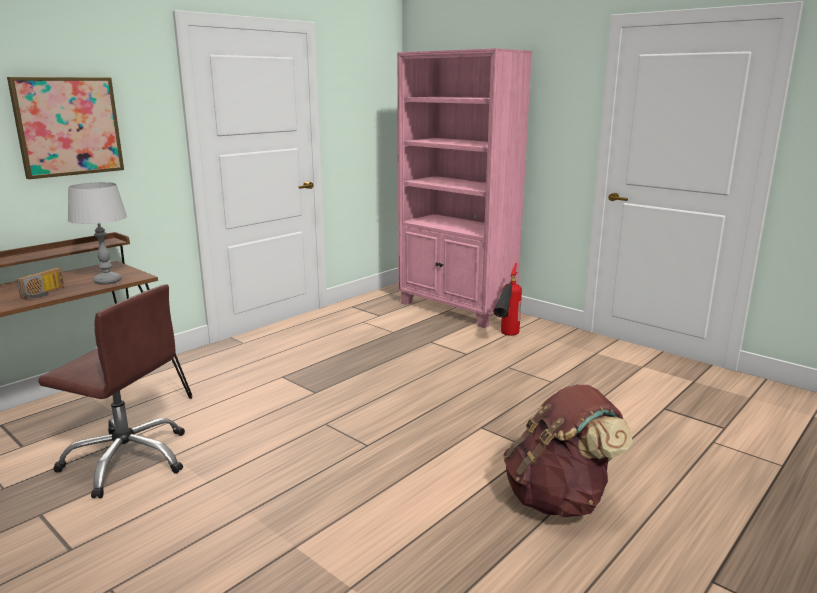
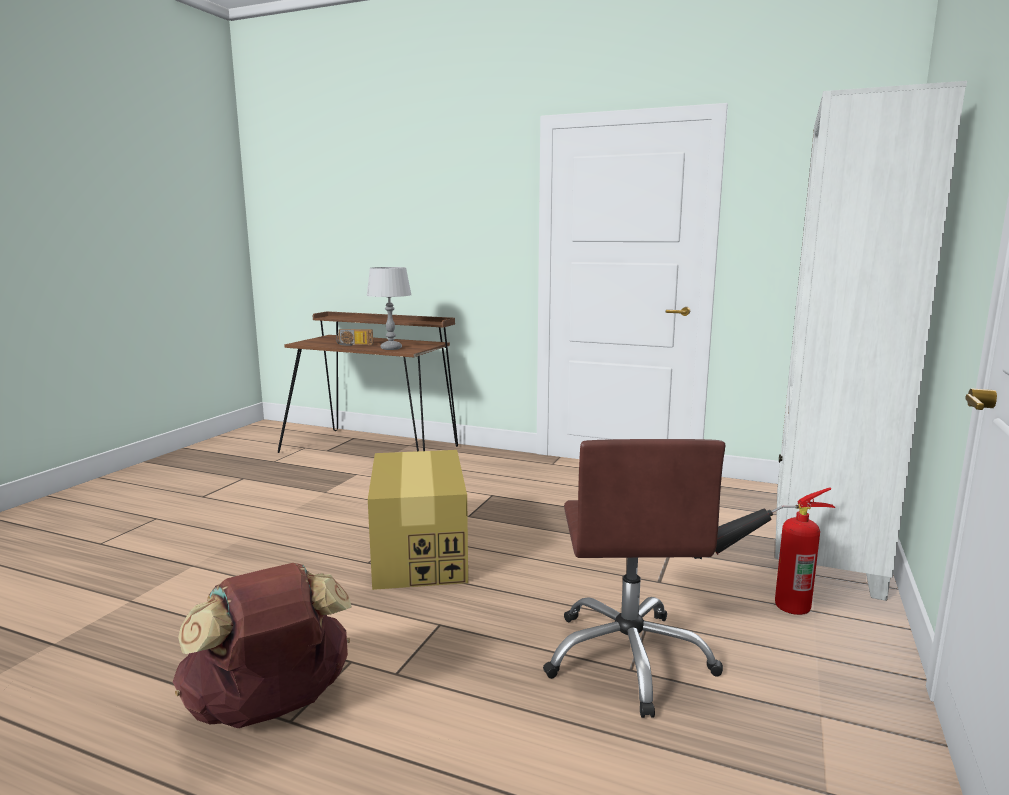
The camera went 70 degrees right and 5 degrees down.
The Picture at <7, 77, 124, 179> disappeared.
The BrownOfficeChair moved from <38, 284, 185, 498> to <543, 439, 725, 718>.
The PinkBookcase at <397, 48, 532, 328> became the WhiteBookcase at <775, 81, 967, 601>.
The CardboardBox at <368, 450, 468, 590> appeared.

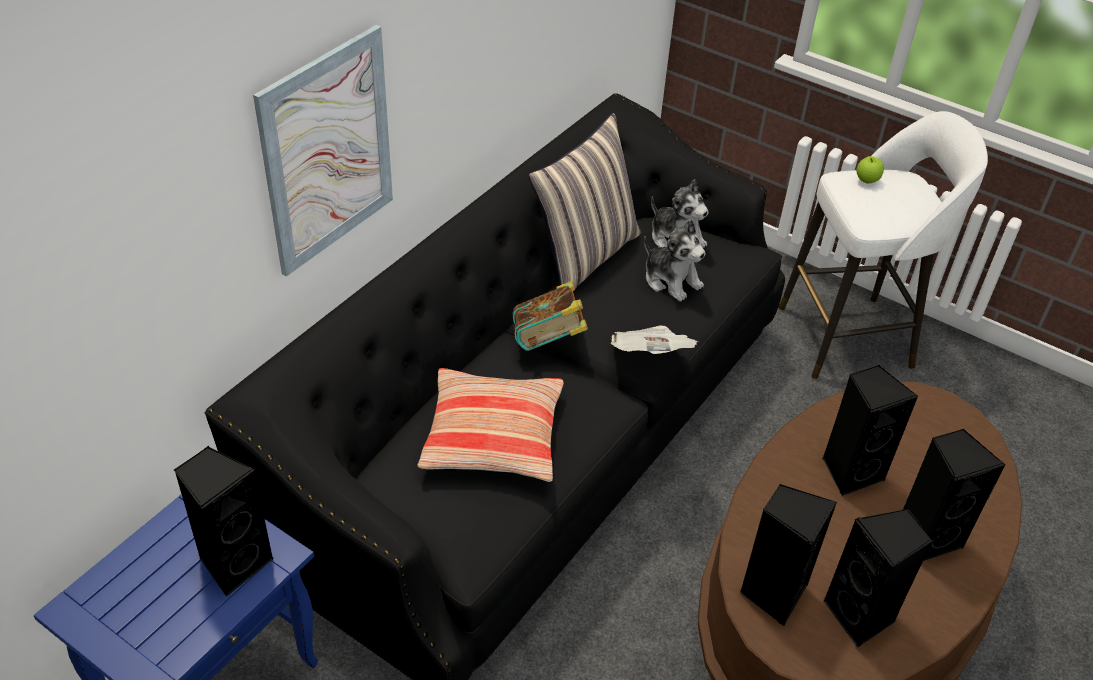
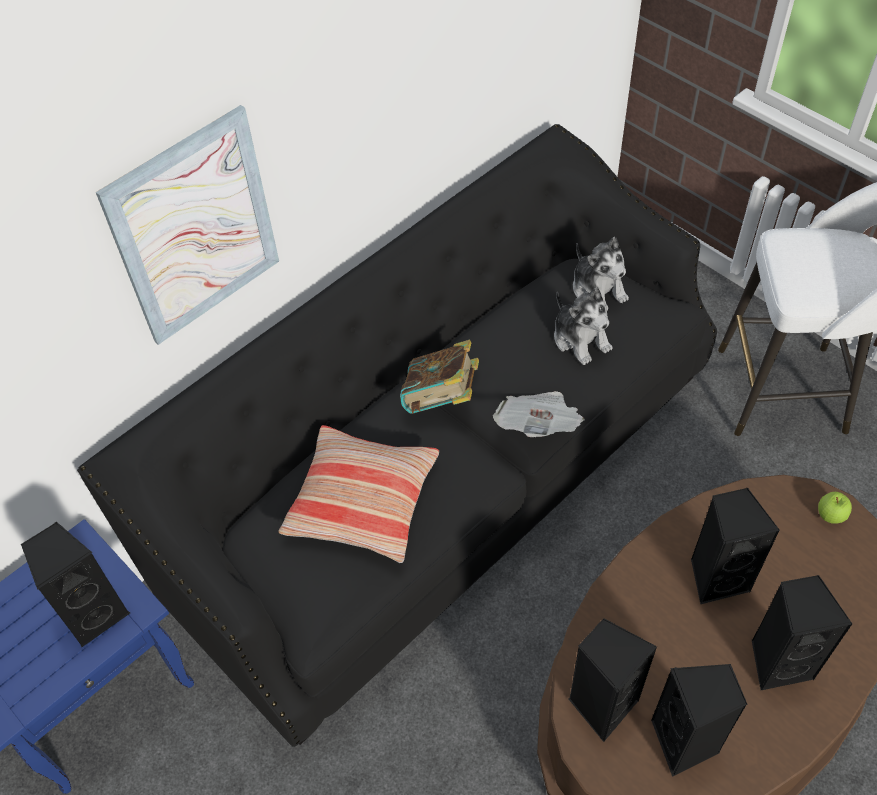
The camera went 15 degrees right and 10 degrees up.
The Pillow at <529, 113, 641, 289> disappeared.
The Apple moved from <856, 156, 884, 184> to <818, 492, 852, 524>.

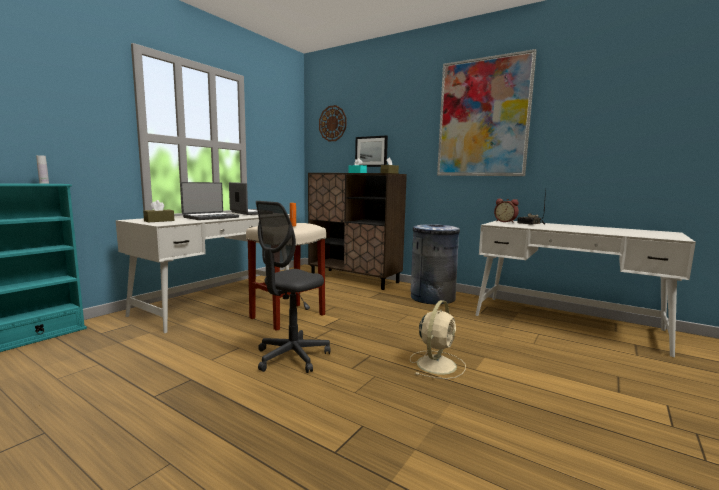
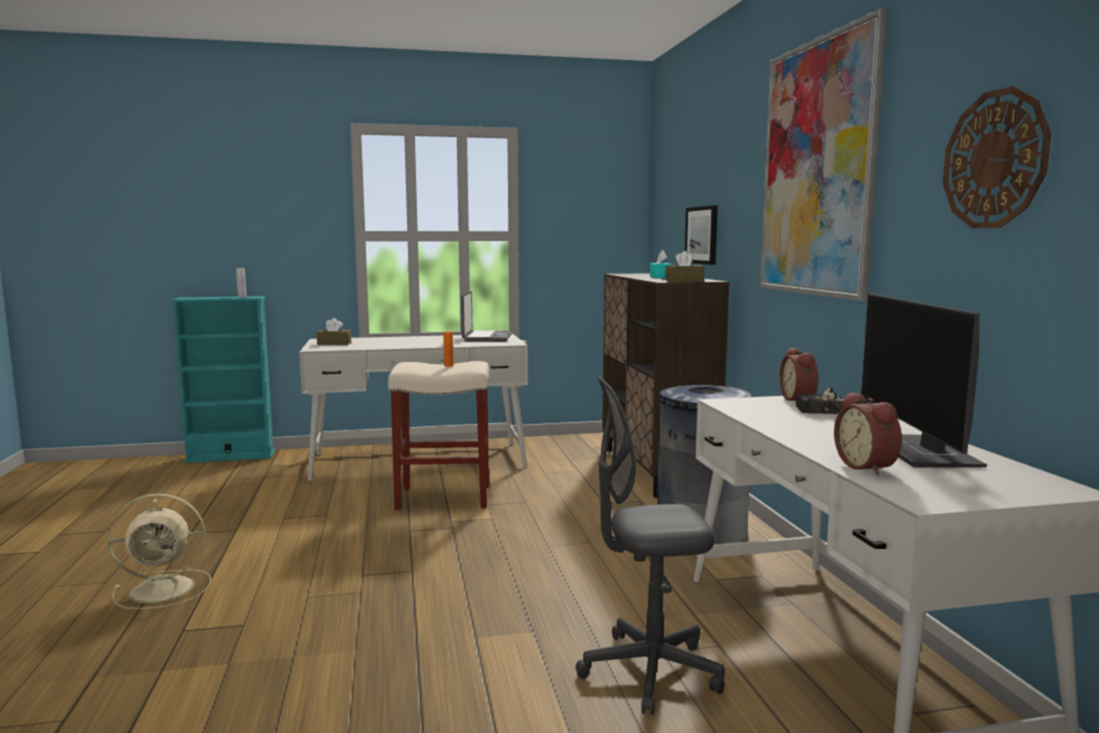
The camera went 45 degrees right and 0 degrees up.
The Laptop at <180, 182, 239, 220> disappeared.
The GreyOfficeChair moved from <256, 201, 330, 373> to <576, 376, 725, 715>.
The WallClock moved from <319, 105, 346, 141> to <943, 86, 1051, 228>.
The BeigeFan moved from <410, 300, 466, 379> to <107, 494, 211, 609>.
The AlarmClock at <834, 392, 902, 475> appeared.
The Monitor at <861, 294, 987, 468> appeared.

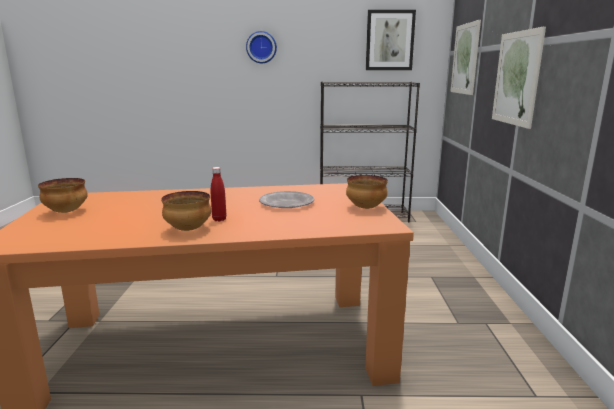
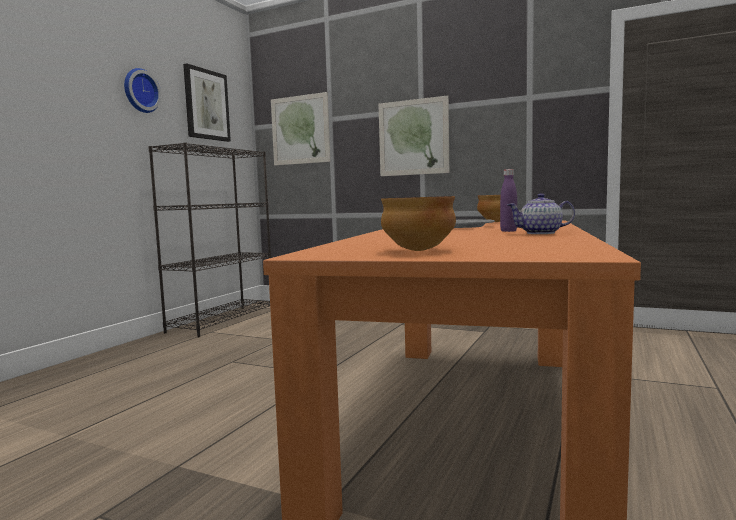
The camera went 65 degrees left and 10 degrees down.
The Bowl at <161, 191, 211, 231> was replaced by the Teapot at <507, 193, 575, 234>.
The RedBottle at <211, 167, 226, 221> became the PurpleBottle at <500, 169, 517, 232>.
The WallClock moved from <246, 31, 277, 63> to <124, 68, 161, 113>.

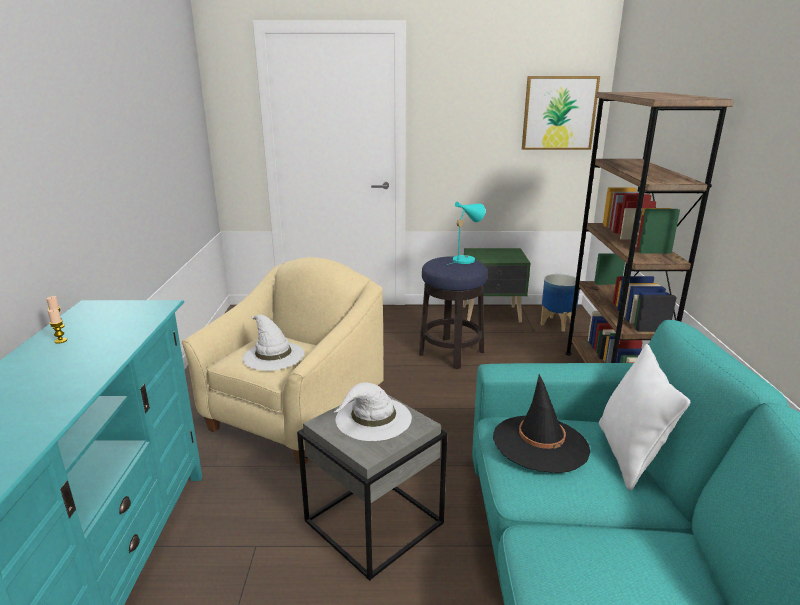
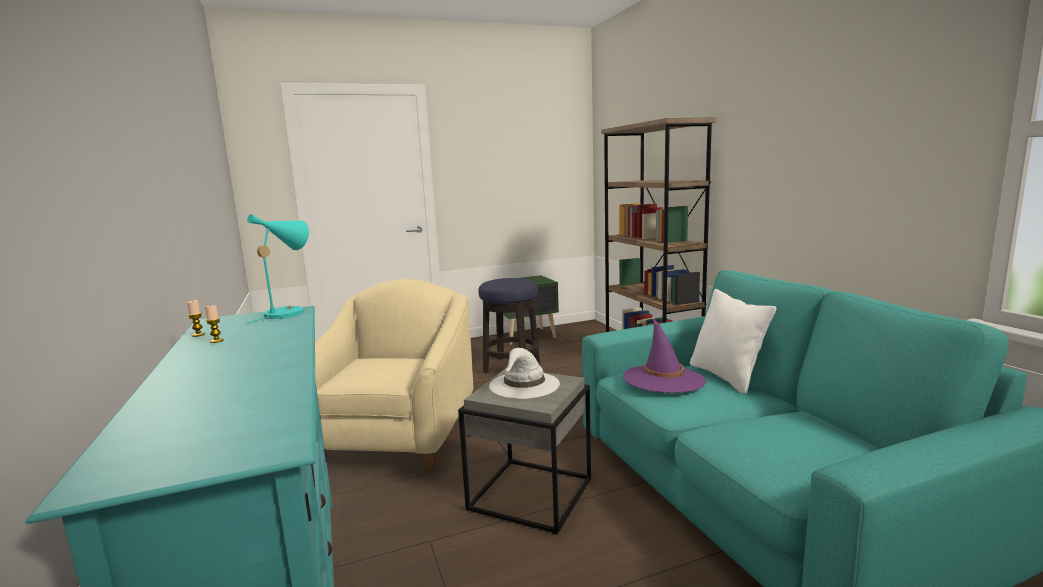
The camera went 20 degrees left and 10 degrees down.
The WhiteHat at <242, 314, 304, 371> disappeared.
The TurquoiseTableLamp moved from <447, 202, 485, 265> to <246, 214, 309, 324>.
The BlackHat at <493, 374, 590, 473> became the PurpleHat at <622, 319, 706, 393>.
The Picture at <522, 76, 600, 150> disappeared.
The Planter at <540, 274, 580, 331> disappeared.

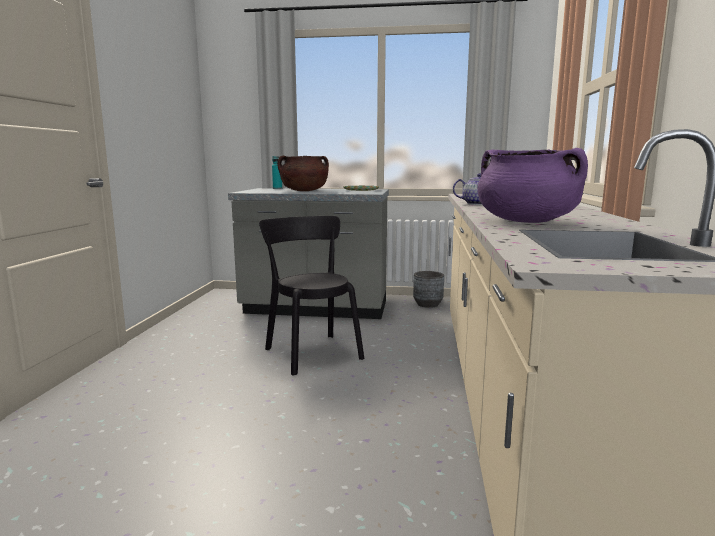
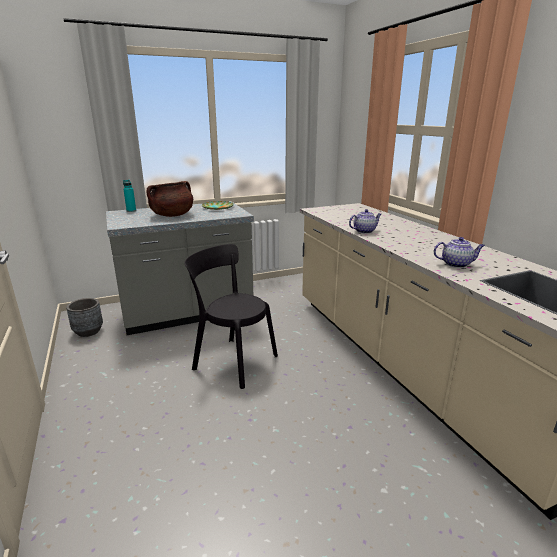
The camera went 30 degrees left and 10 degrees up.
The GreyPlanter moved from <413, 271, 444, 308> to <66, 298, 103, 337>.
The PurpleCookingPot at <477, 148, 588, 223> was replaced by the Teapot at <434, 237, 485, 268>.

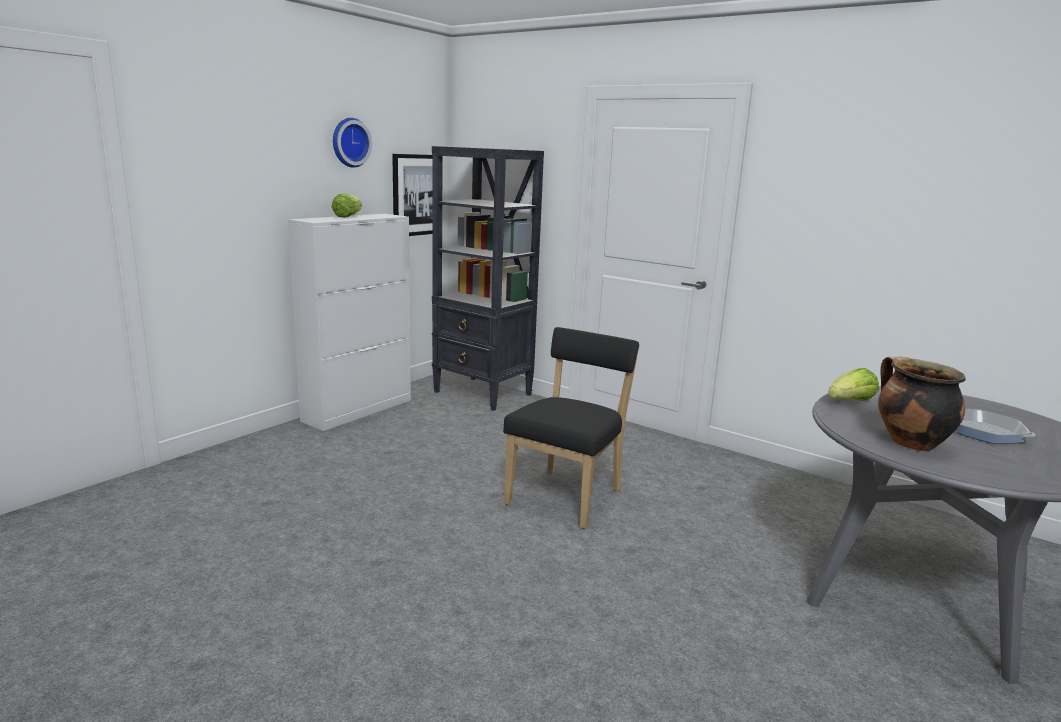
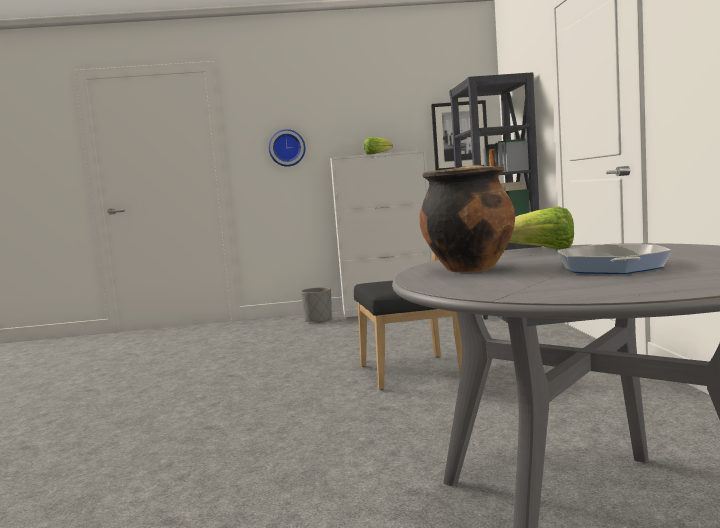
The camera went 50 degrees right and 10 degrees down.
The WallClock moved from <333, 118, 372, 168> to <269, 129, 305, 167>.
The GreyPlanter at <301, 287, 332, 323> appeared.

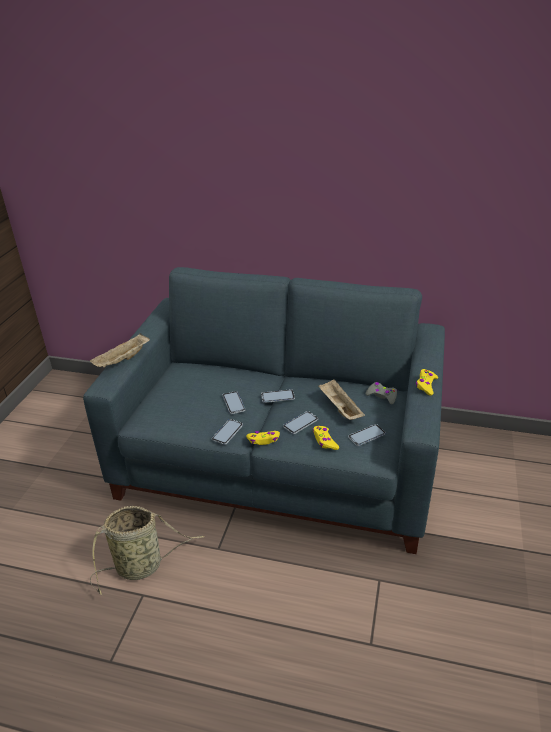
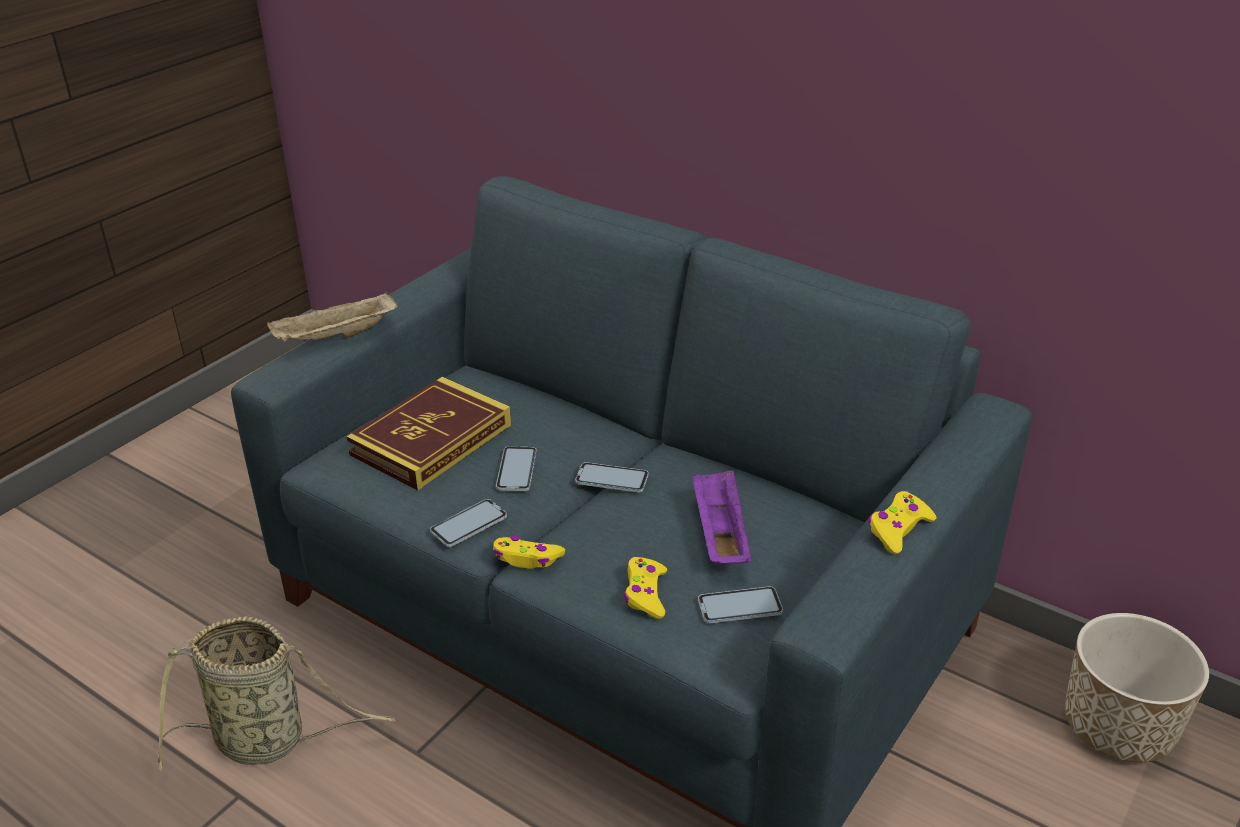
The camera went 20 degrees right and 0 degrees up.
The Phone at <283, 411, 318, 434> disappeared.
The BeigeTray at <318, 379, 365, 420> became the PurpleTray at <692, 469, 751, 564>.
The GreyGameController at <366, 382, 397, 404> disappeared.
The Book at <346, 377, 511, 491> appeared.
The Planter at <1065, 613, 1209, 762> appeared.

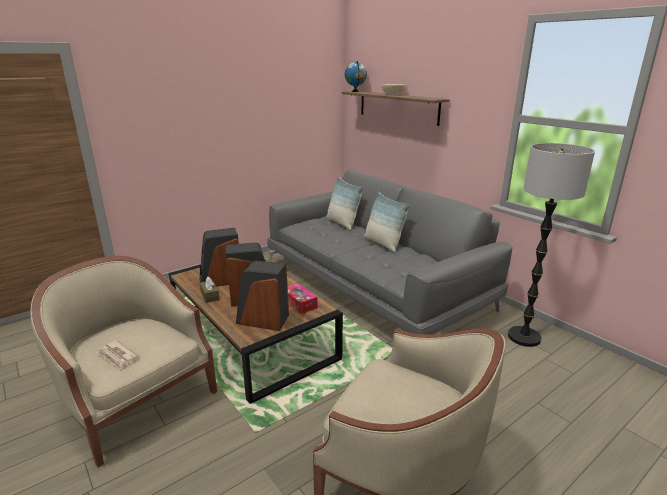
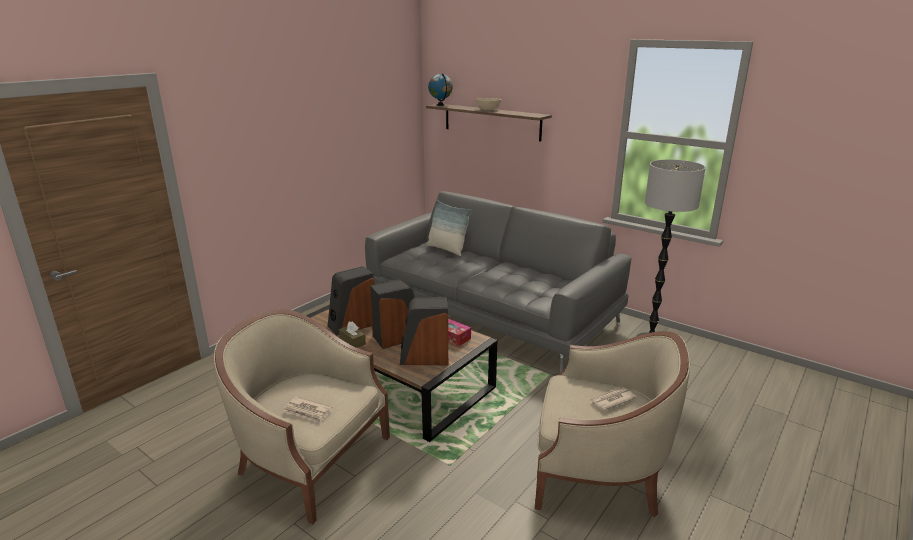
The camera went 15 degrees left and 0 degrees up.
The Pillow at <363, 192, 410, 252> disappeared.
The Newspaper at <590, 387, 637, 411> appeared.

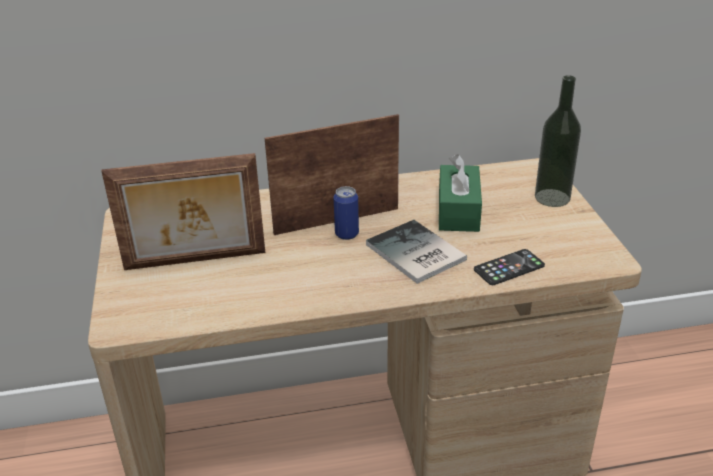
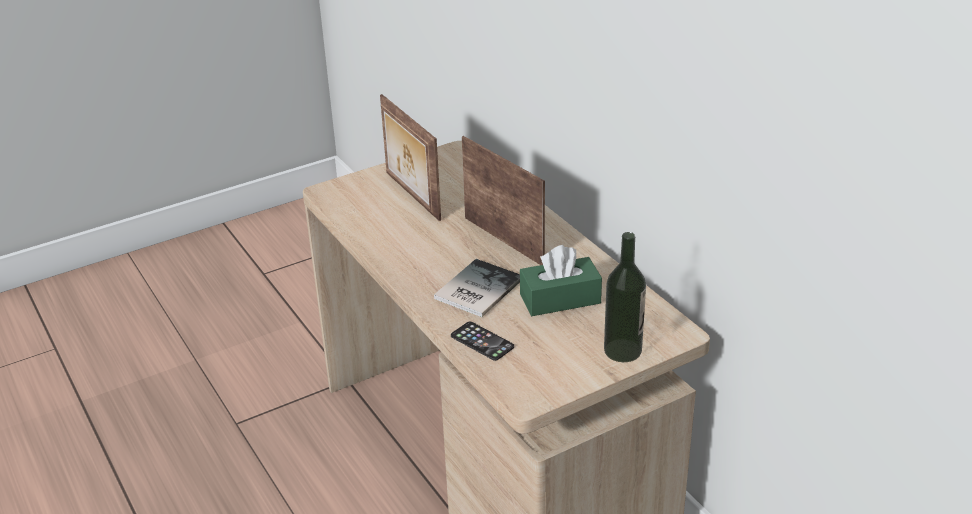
The camera went 70 degrees right and 0 degrees up.
The Can at <333, 186, 359, 240> disappeared.

